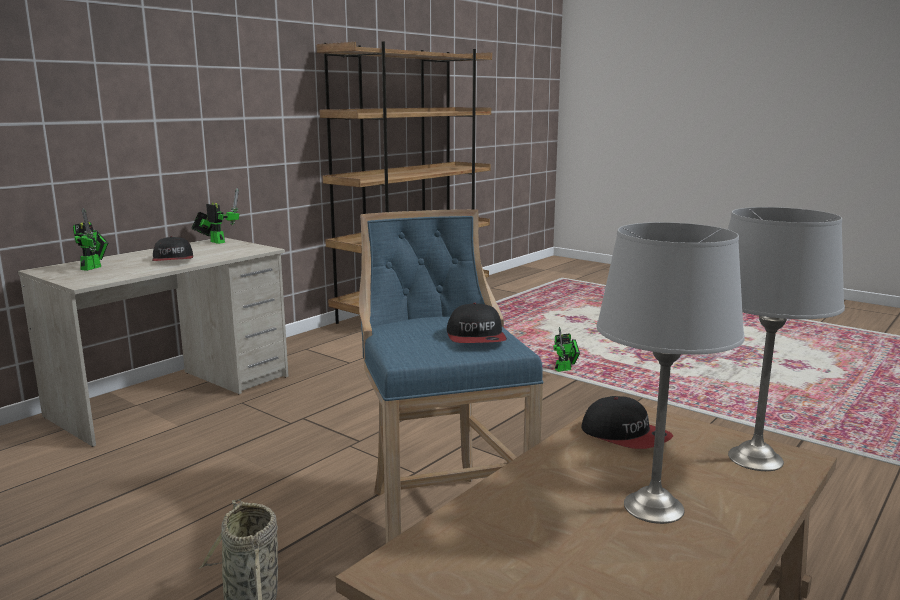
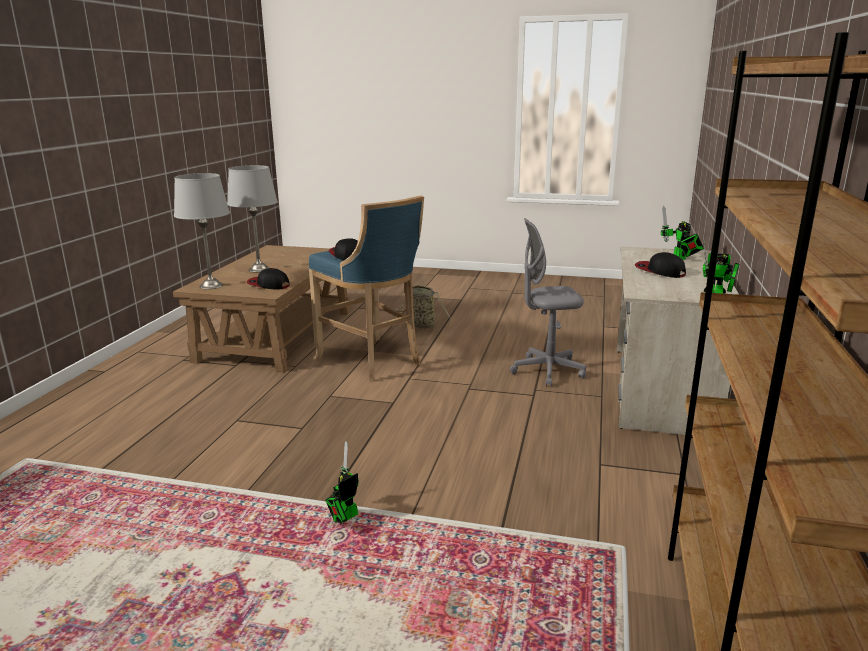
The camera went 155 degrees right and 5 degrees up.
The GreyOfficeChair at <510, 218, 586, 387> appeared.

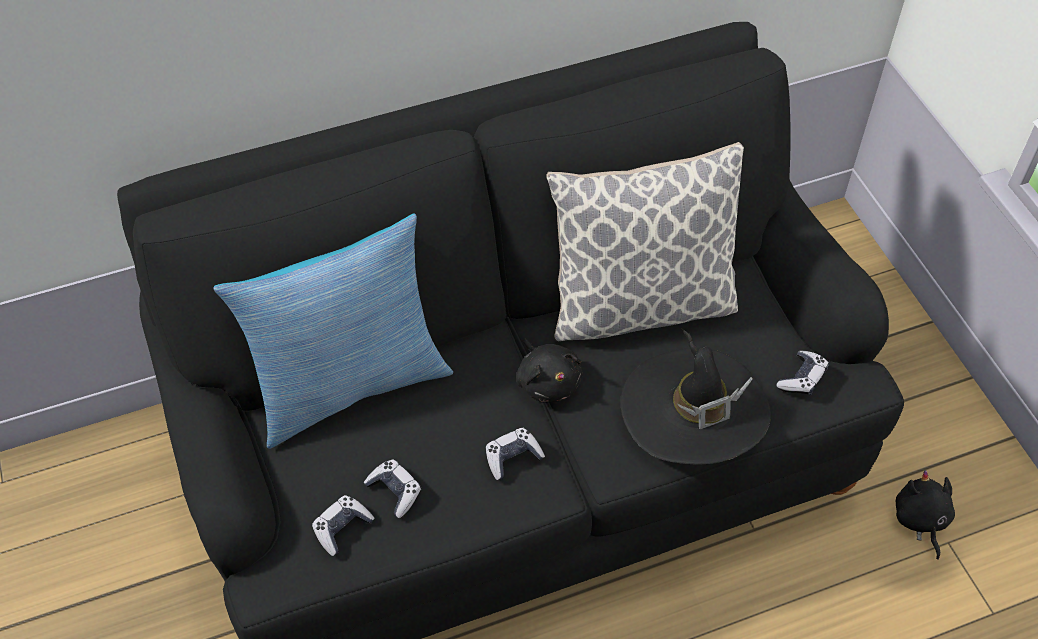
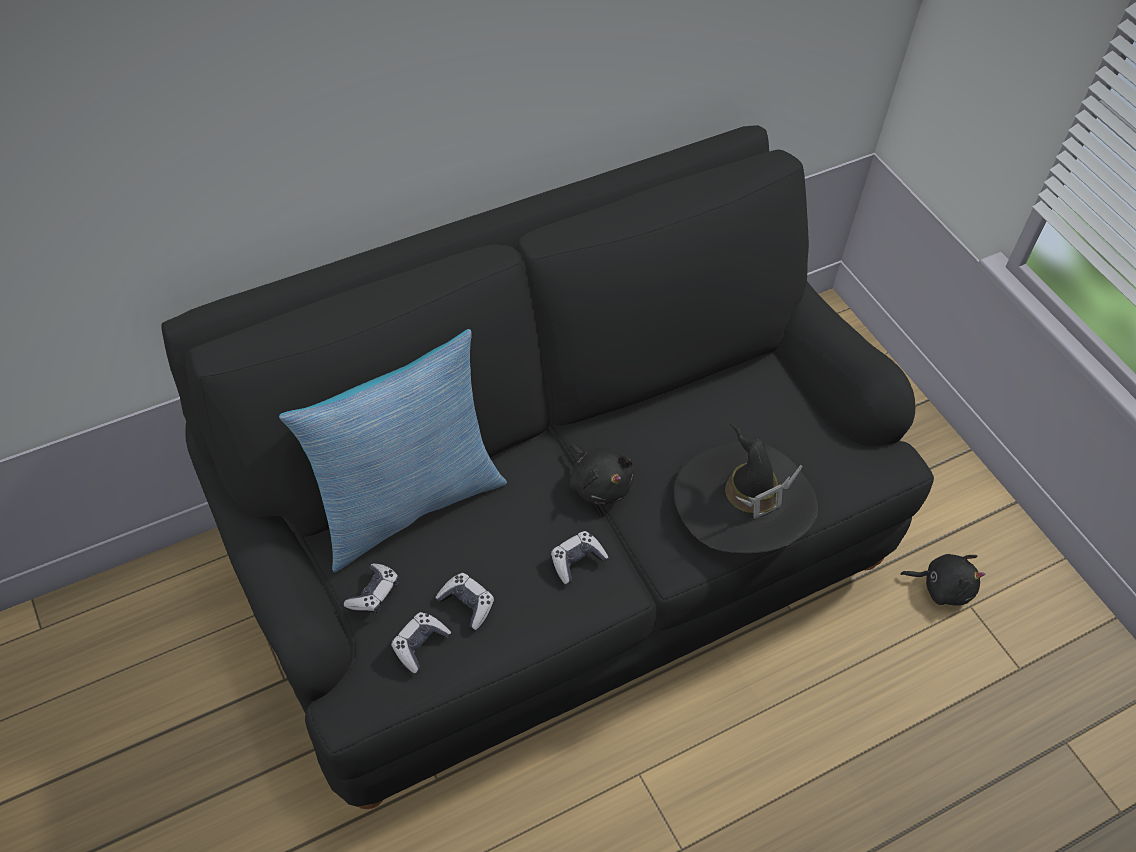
The camera went 10 degrees left and 0 degrees up.
The Pillow at <546, 142, 744, 341> disappeared.
The GameController moved from <776, 351, 829, 396> to <344, 563, 399, 613>.
The BlackPlushToy at <896, 470, 955, 560> turned 120 degrees clockwise.

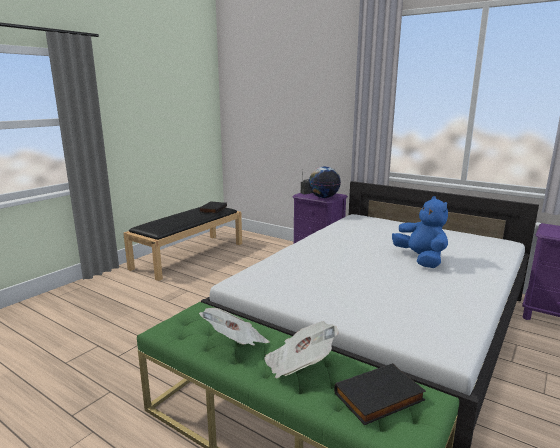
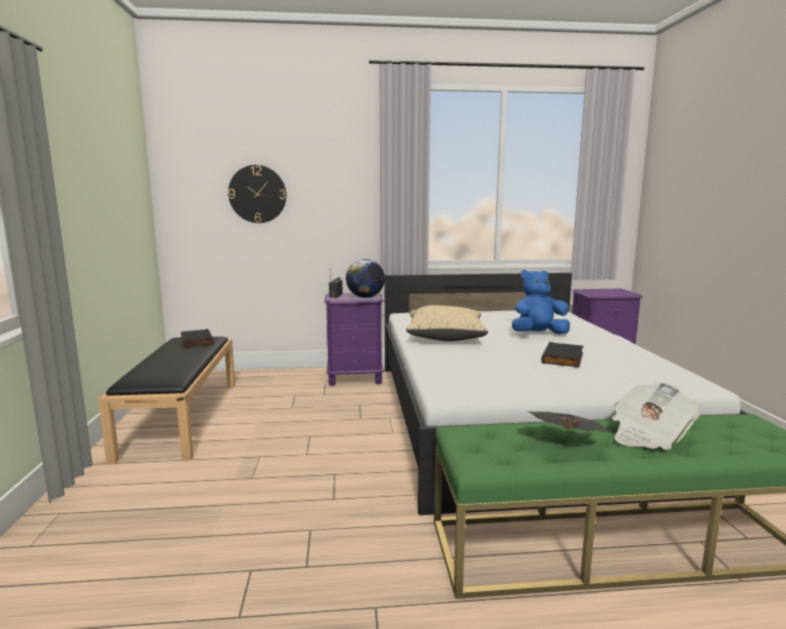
The camera went 40 degrees left and 5 degrees down.
The BlackBook moved from <334, 363, 426, 425> to <541, 342, 583, 367>.
The BluePlushToy at <392, 196, 448, 268> turned 45 degrees counterclockwise.
The WallClock at <228, 165, 287, 223> appeared.
The BeigePillow at <406, 305, 488, 341> appeared.

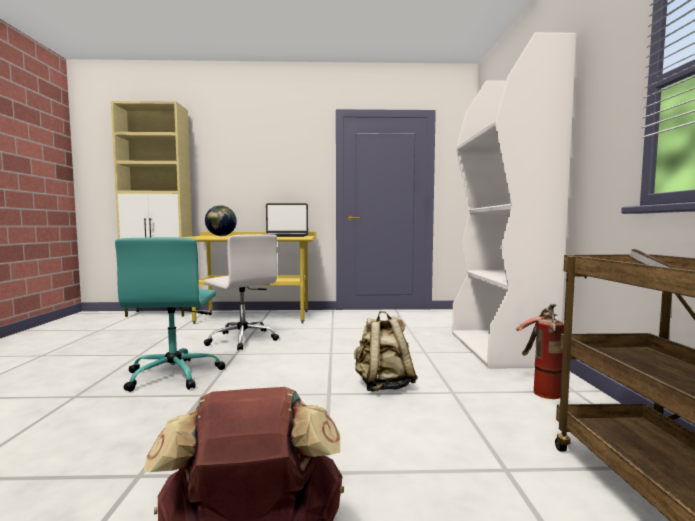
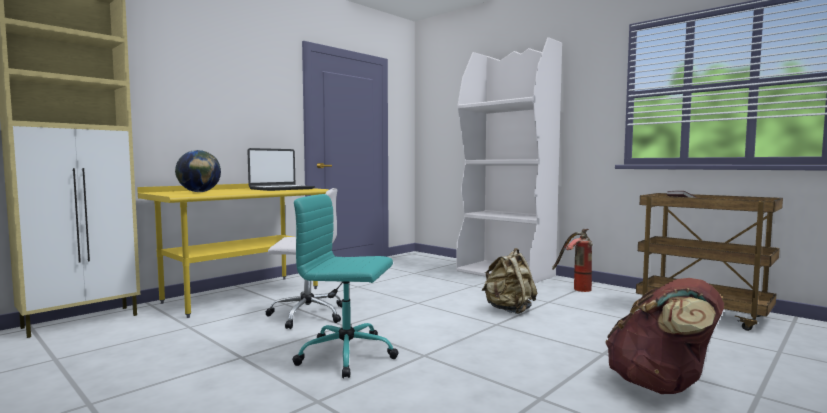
The camera went 45 degrees left and 0 degrees up.
The TurquoiseOfficeChair at <115, 238, 225, 392> turned 150 degrees clockwise.

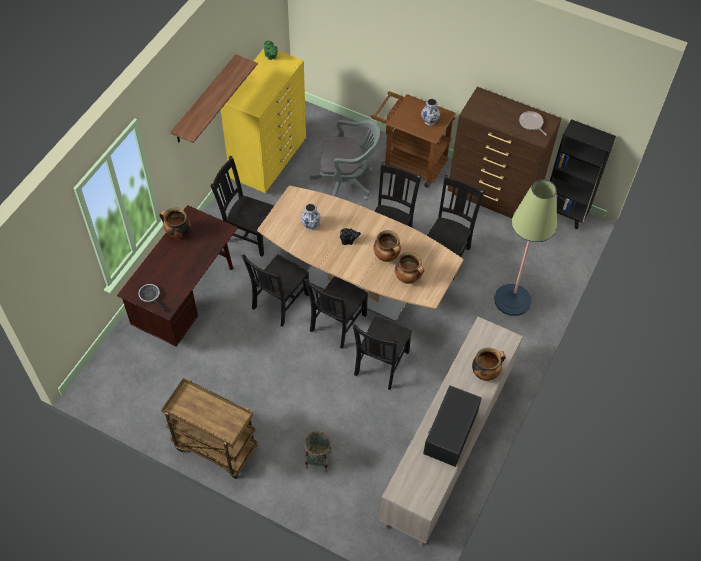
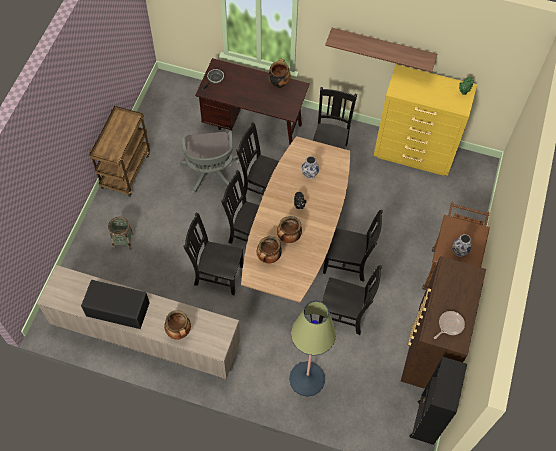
The camera went 80 degrees right and 5 degrees up.
The GreyOfficeChair moved from <310, 119, 380, 200> to <180, 131, 240, 193>.

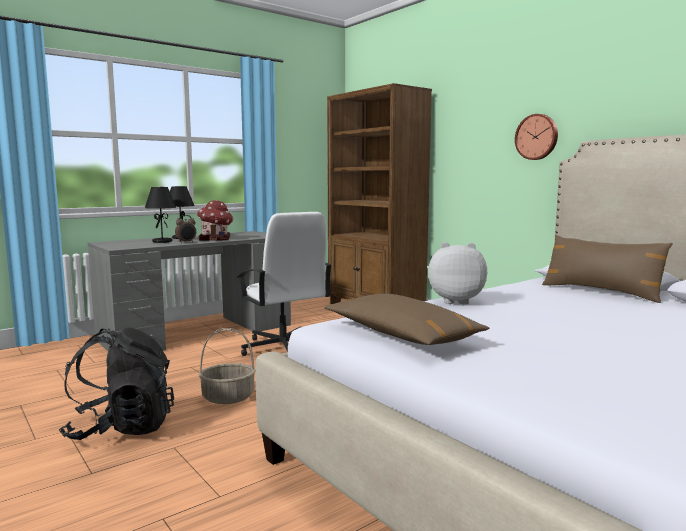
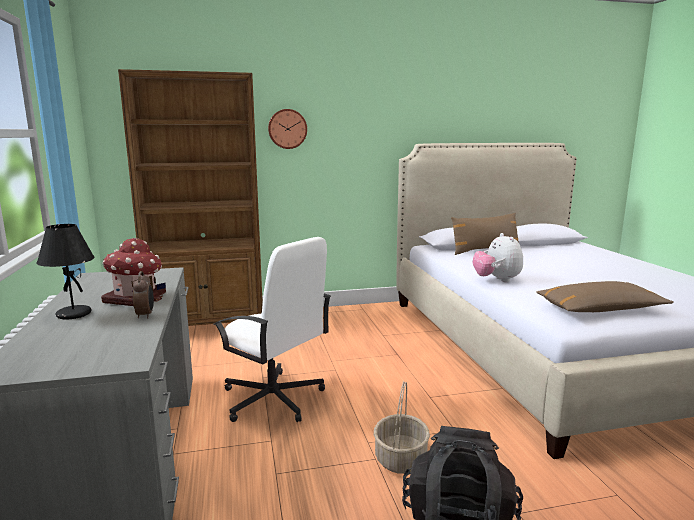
The camera went 65 degrees left and 5 degrees up.
The BlackTableLamp at <145, 187, 176, 243> disappeared.
The WhiteOfficeChair at <237, 212, 332, 356> turned 45 degrees clockwise.
The PlushToy at <428, 242, 487, 304> turned 45 degrees counterclockwise.
The WallClock moved from <515, 114, 558, 160> to <268, 109, 307, 149>.

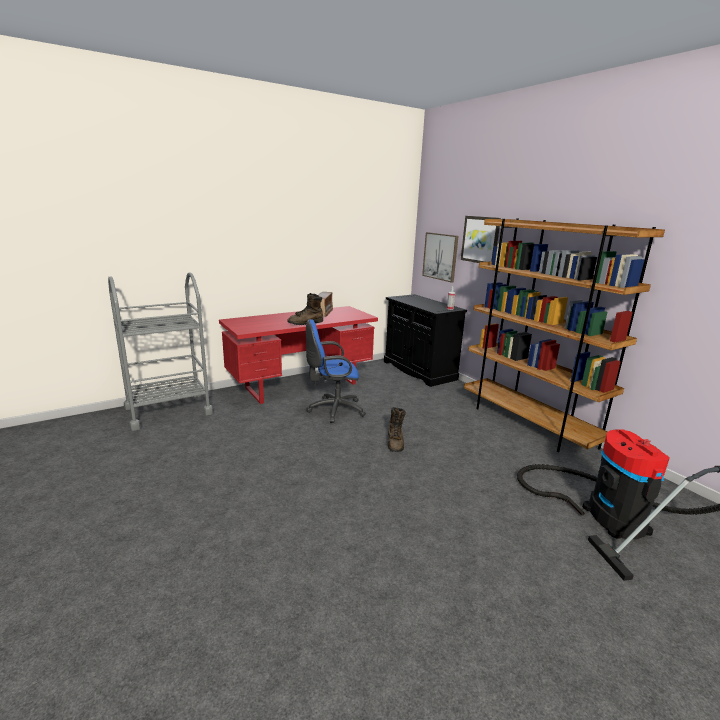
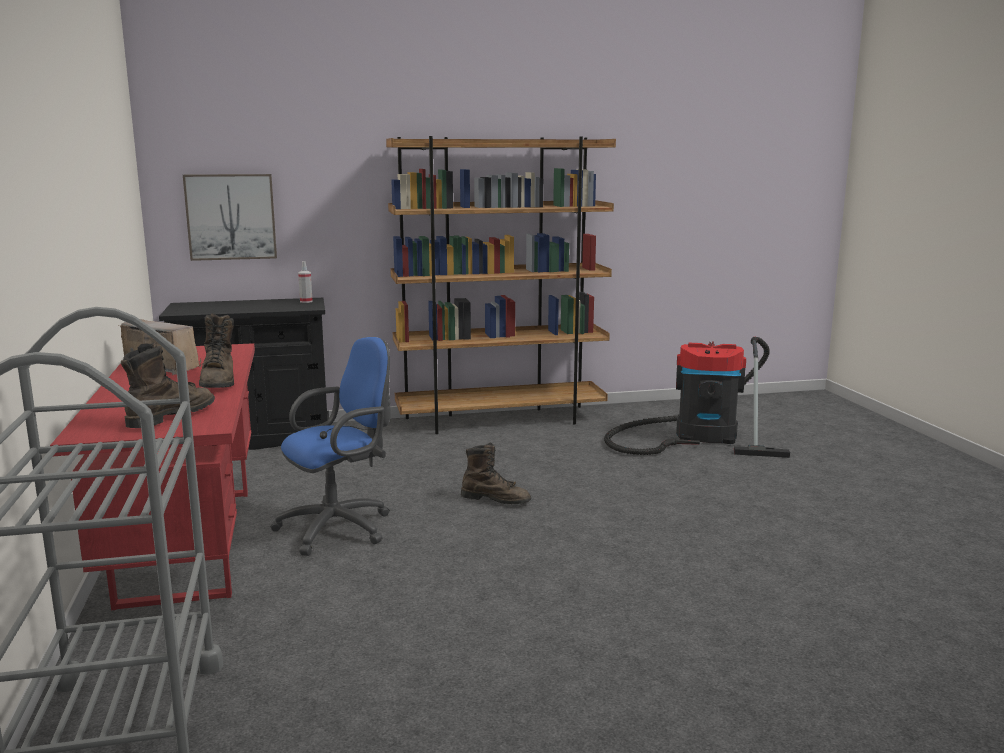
The camera went 70 degrees left and 5 degrees down.
The BlueOfficeChair at <306, 319, 366, 423> turned 135 degrees counterclockwise.
The Picture at <461, 216, 501, 263> disappeared.
The BrownBoot at <121, 343, 215, 428> appeared.

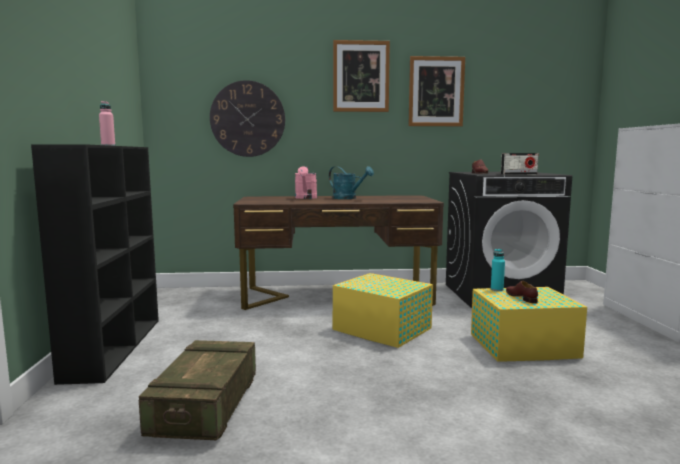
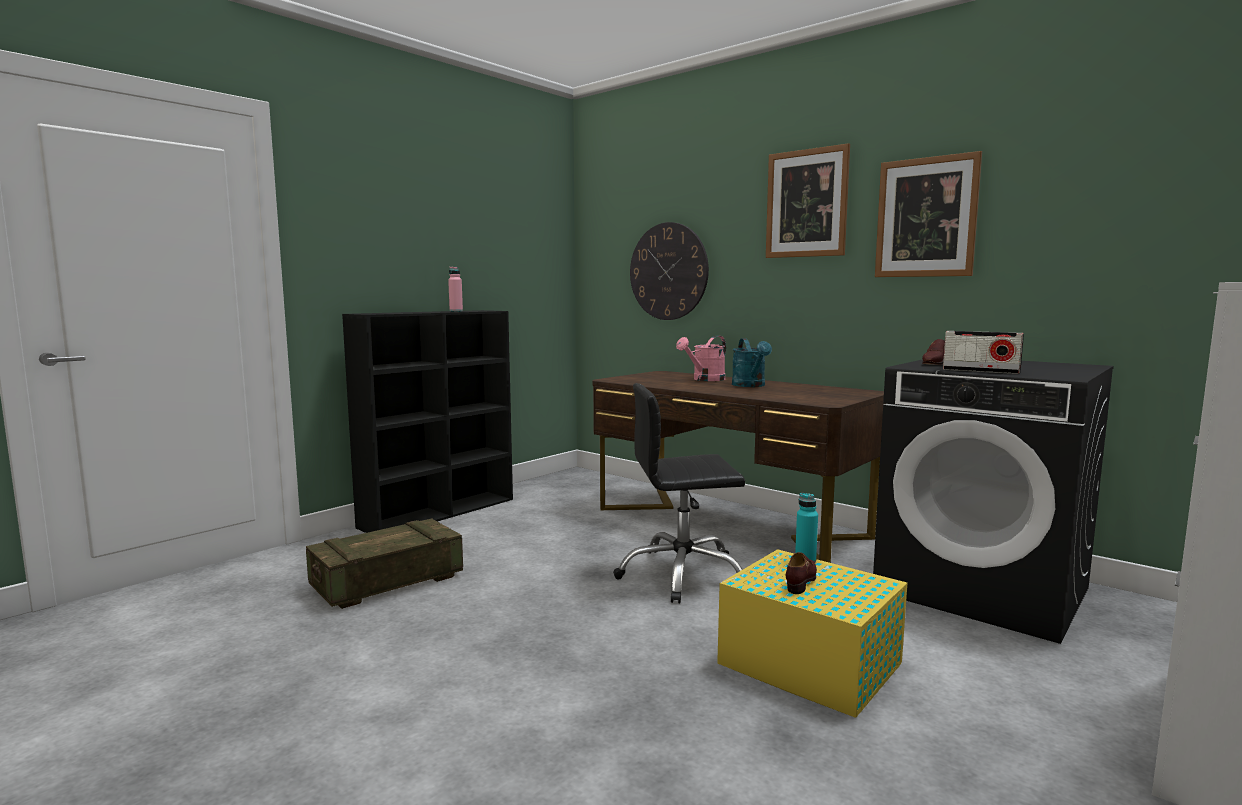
The camera went 45 degrees right and 0 degrees up.
The YellowStorageBox at <333, 273, 433, 348> was replaced by the BlackOfficeChair at <613, 383, 745, 603>.

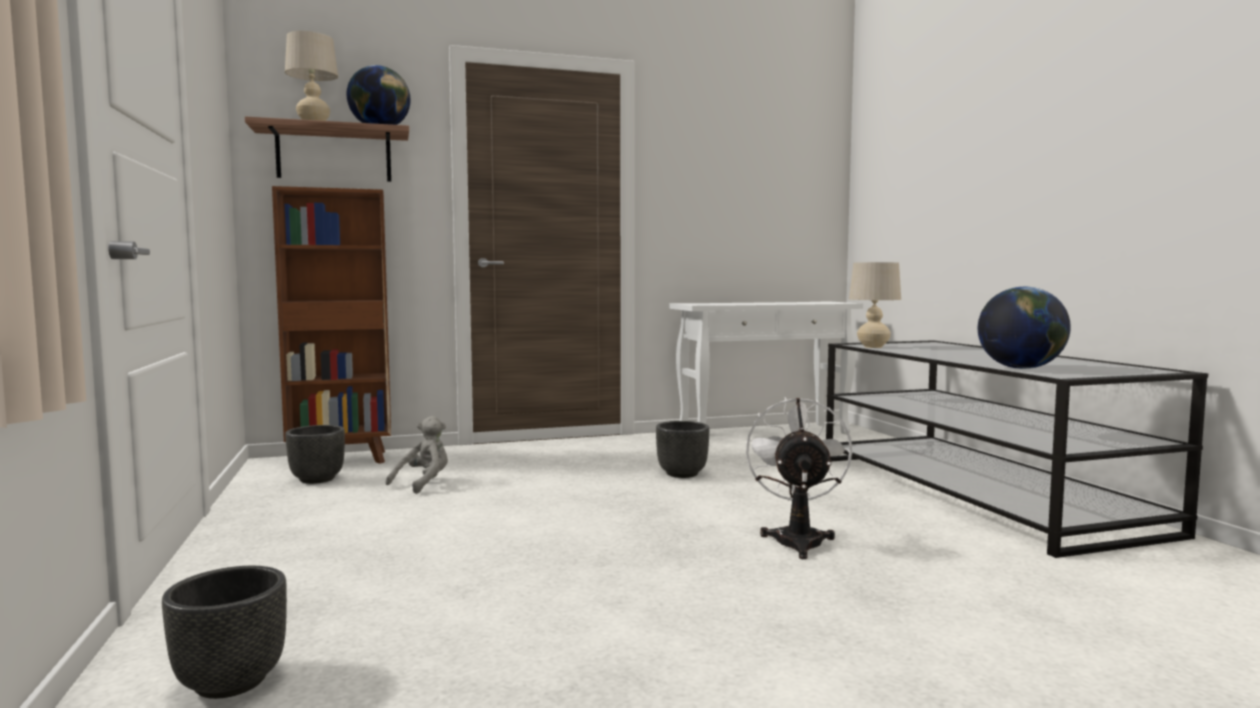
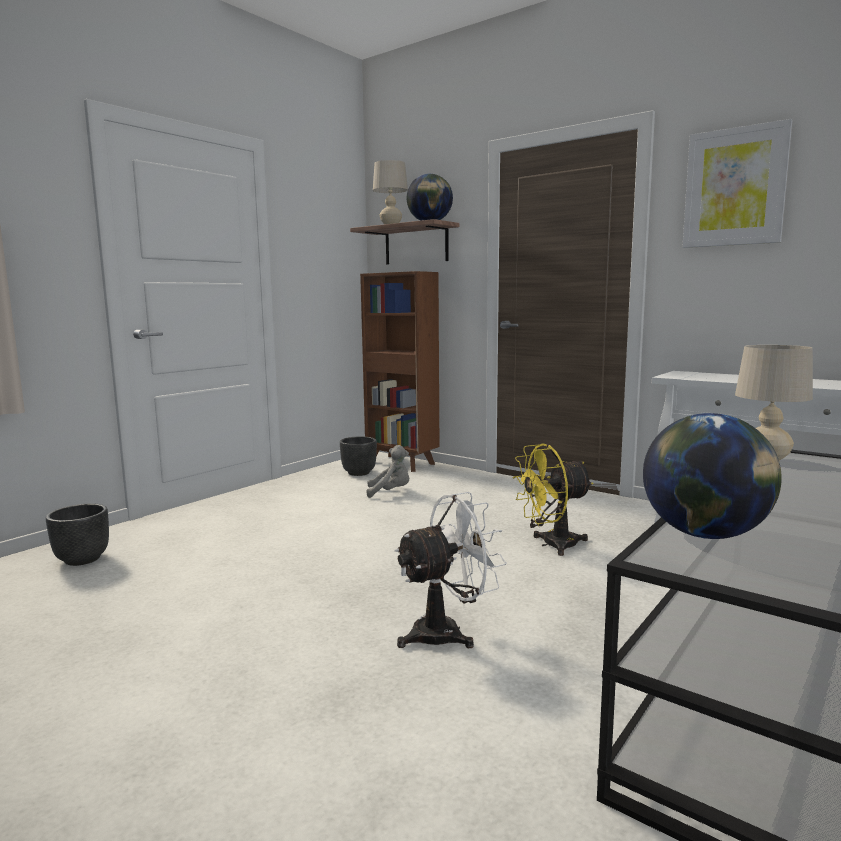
The camera went 55 degrees right and 5 degrees up.
The BlackPlanter at <656, 421, 709, 478> was replaced by the YellowFan at <512, 443, 593, 556>.
The Picture at <682, 119, 792, 248> appeared.

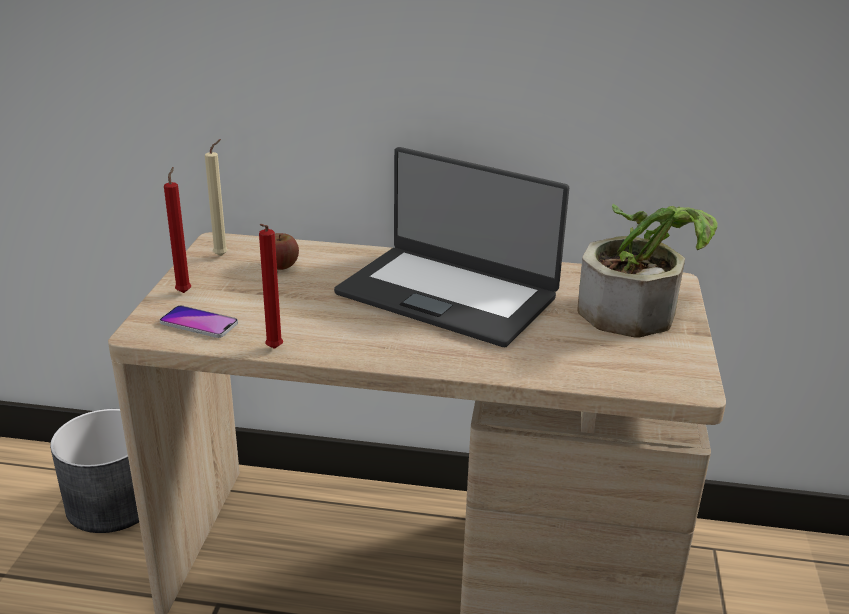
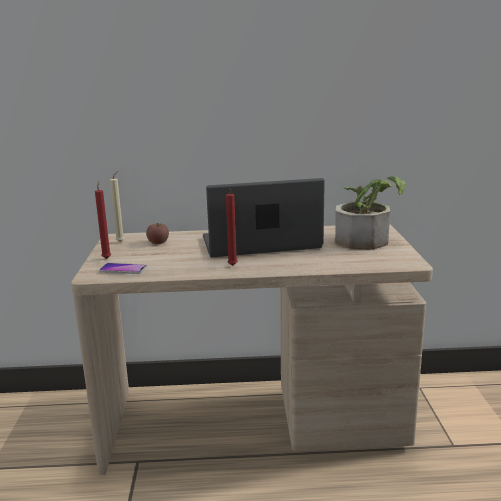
The camera went 10 degrees left and 10 degrees down.
The GreyPlanter at <50, 409, 139, 533> disappeared.
The RedCandle moved from <259, 224, 283, 349> to <226, 188, 238, 266>.
The Laptop at <334, 147, 569, 347> turned 150 degrees clockwise.

